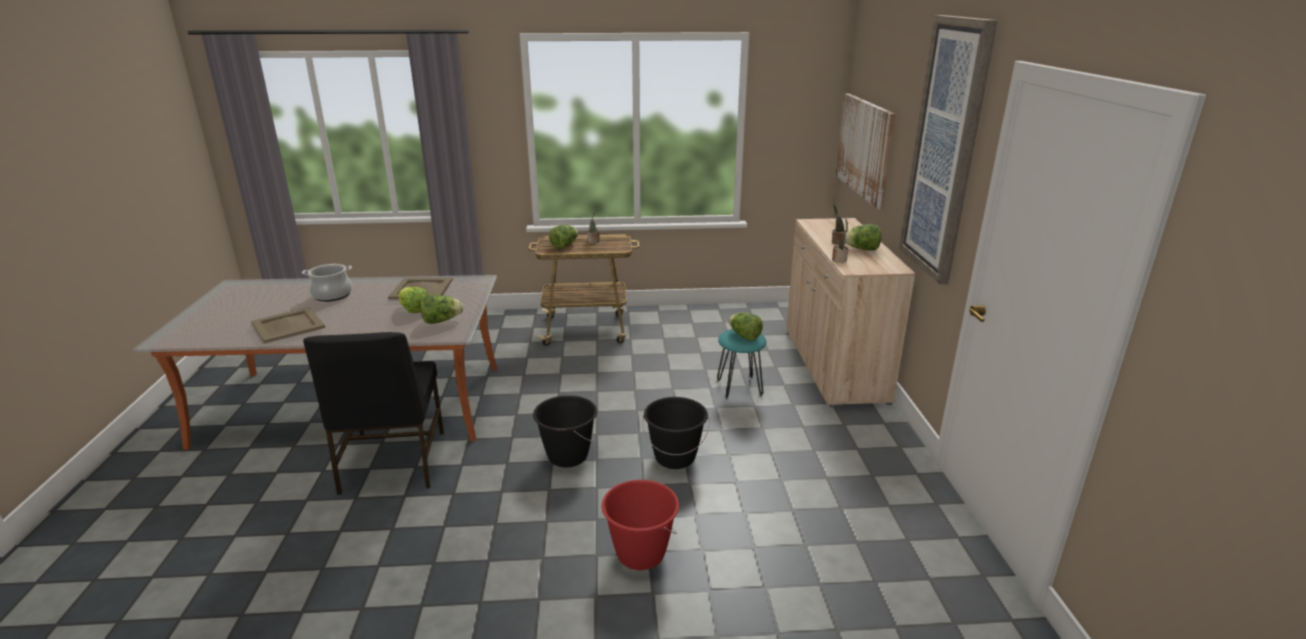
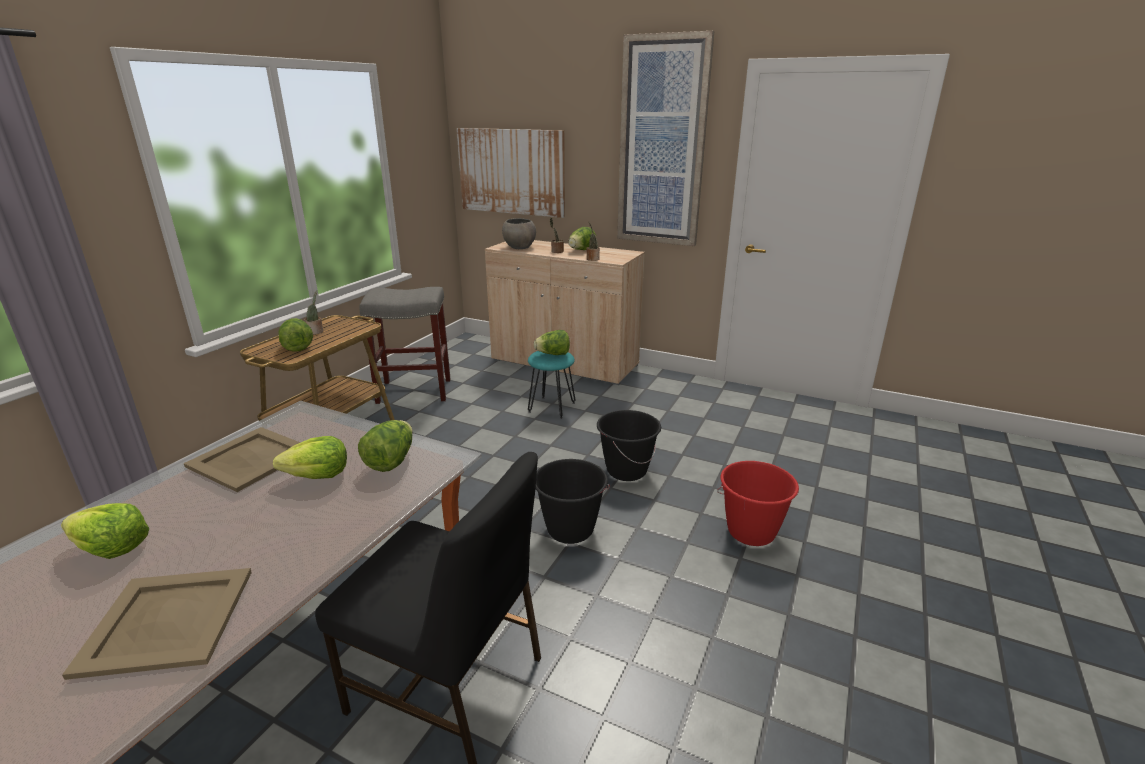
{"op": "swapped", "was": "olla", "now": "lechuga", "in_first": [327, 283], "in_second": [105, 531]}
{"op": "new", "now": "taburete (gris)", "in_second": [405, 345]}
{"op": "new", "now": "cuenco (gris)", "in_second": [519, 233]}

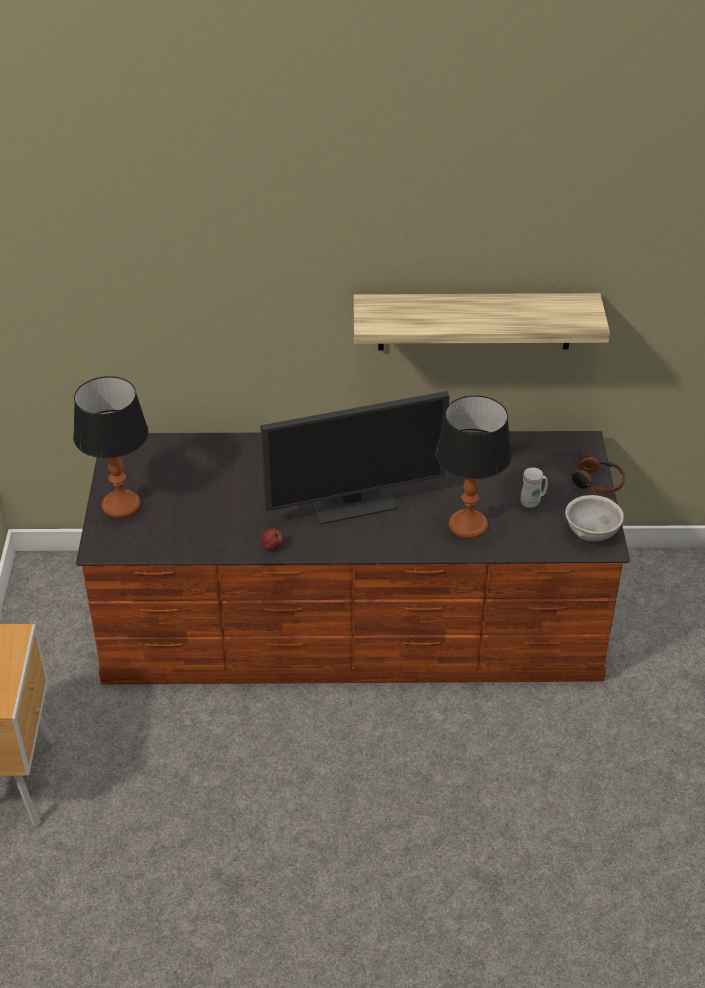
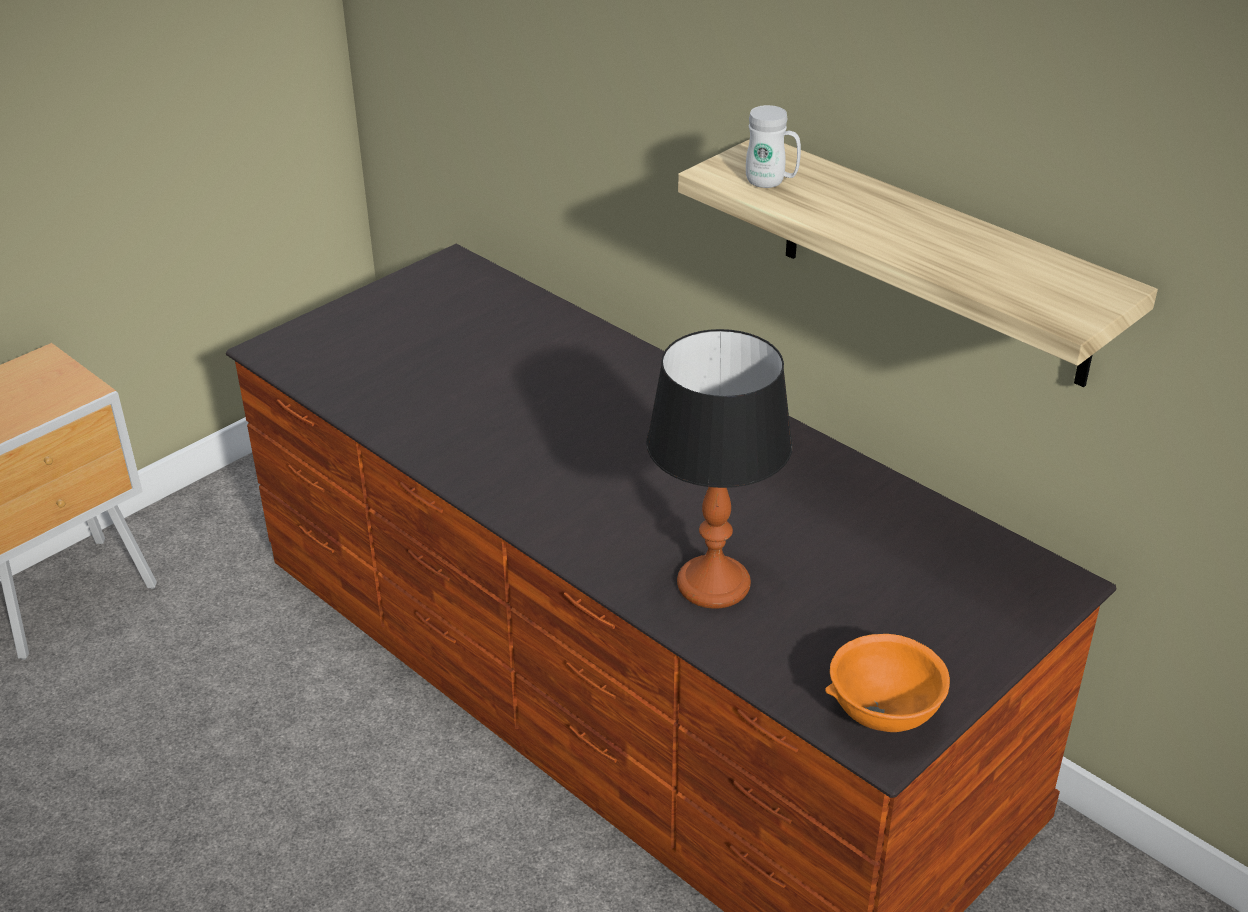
{"op": "shifted", "was": "taza grande (blanco)", "in_first": [534, 487], "in_second": [773, 146]}
{"op": "repainted", "was": "cuenco (gris)", "now": "cuenco (naranja)", "in_first": [594, 518], "in_second": [887, 683]}
{"op": "gone", "was": "lámpara de mesa", "in_first": [111, 447]}
{"op": "gone", "was": "monitor", "in_first": [354, 458]}
{"op": "gone", "was": "manzana", "in_first": [272, 539]}
{"op": "gone", "was": "auriculares", "in_first": [597, 474]}

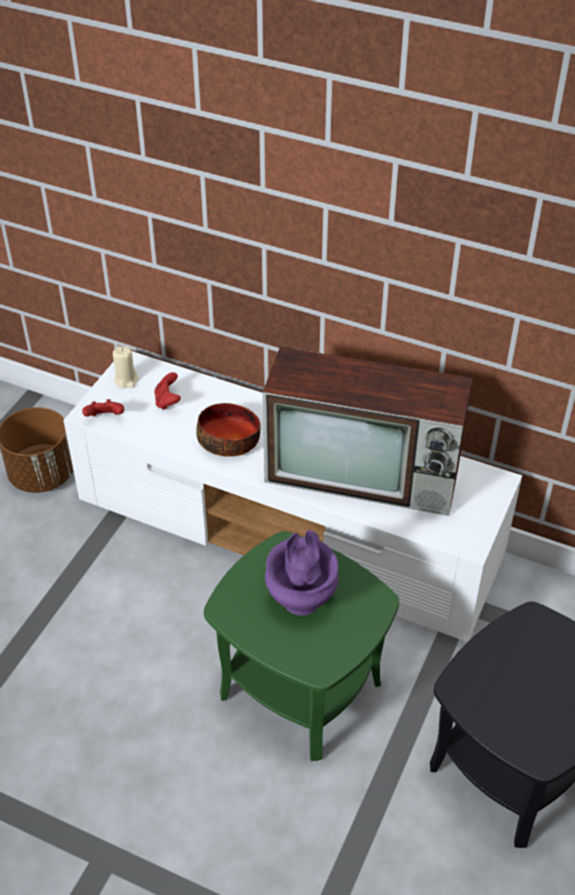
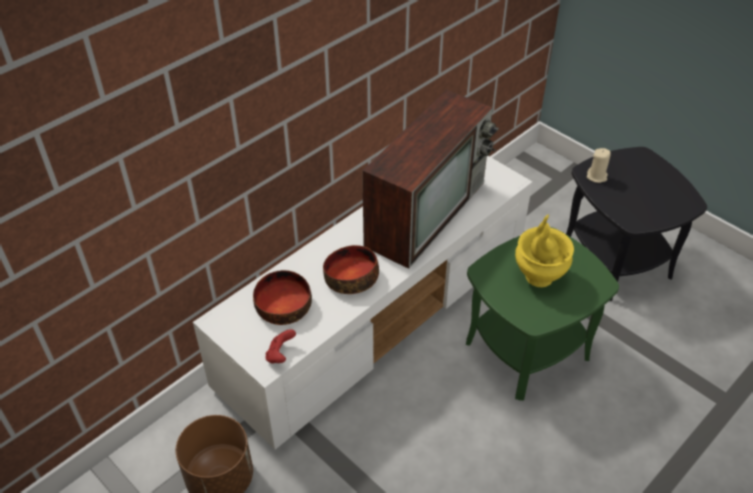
{"op": "swapped", "was": "mando de consola (rojo)", "now": "cuenco", "in_first": [167, 391], "in_second": [282, 297]}
{"op": "repainted", "was": "florero (morado)", "now": "florero (amarillo)", "in_first": [302, 573], "in_second": [544, 251]}
{"op": "shifted", "was": "vela (beis)", "in_first": [125, 367], "in_second": [599, 165]}

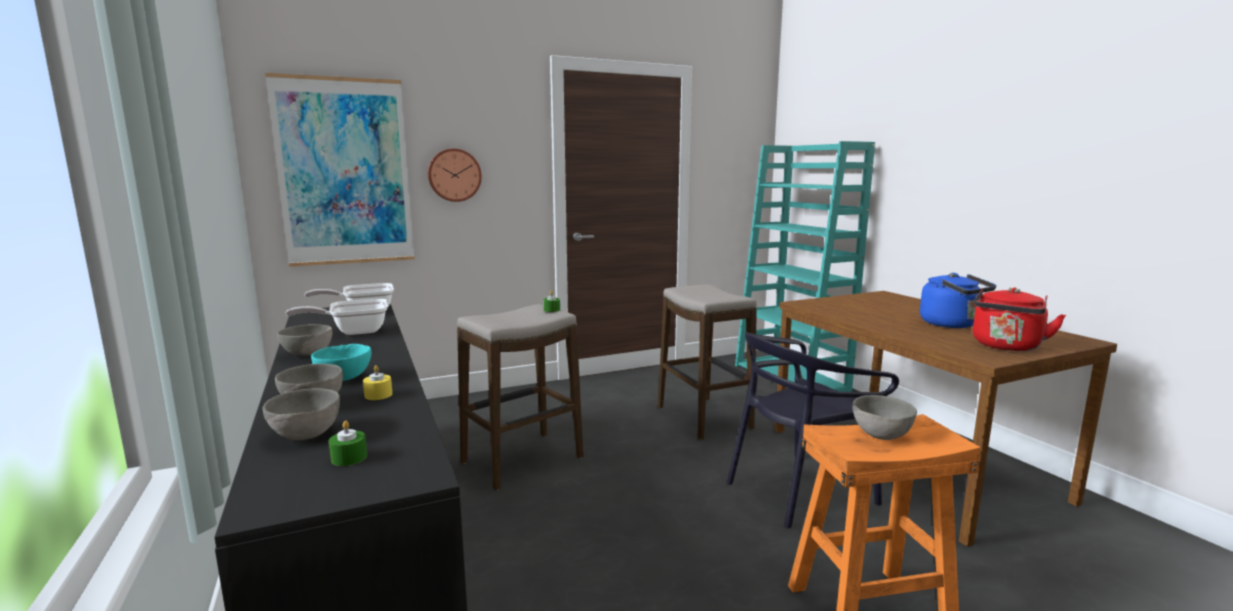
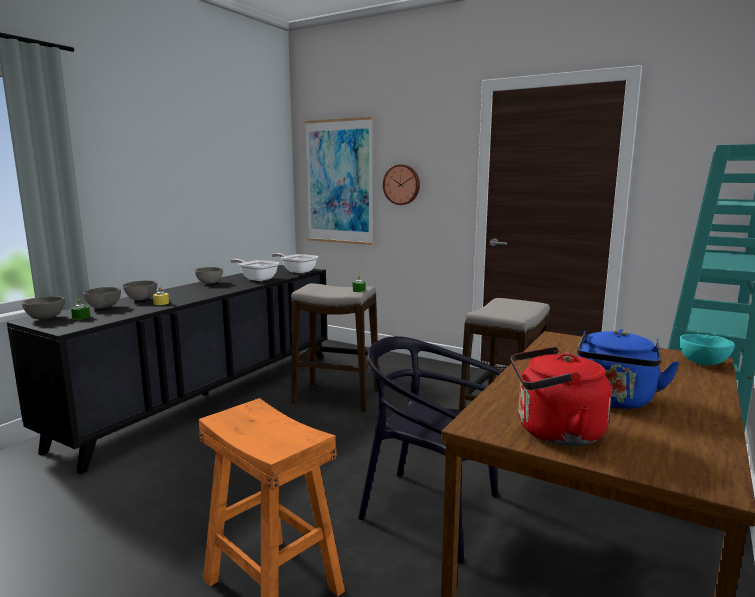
{"op": "shifted", "was": "cuenco (gris)", "in_first": [885, 417], "in_second": [43, 307]}
{"op": "shifted", "was": "cuenco (turquesa)", "in_first": [341, 362], "in_second": [707, 349]}

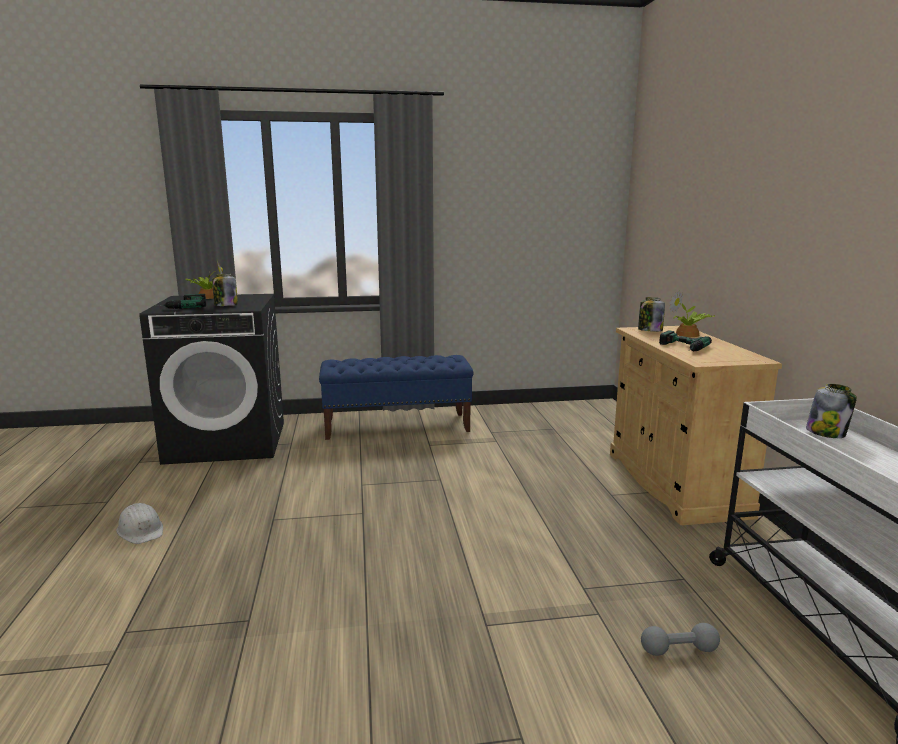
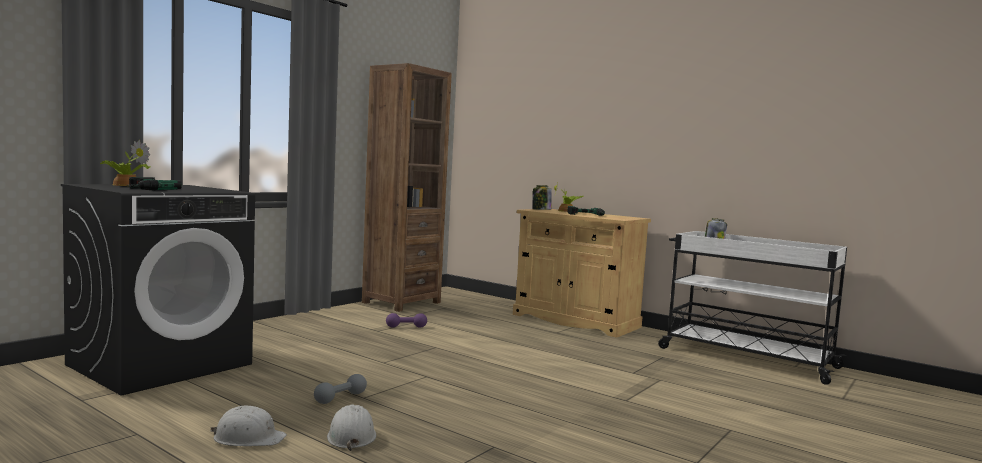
{"op": "shifted", "was": "mancuerna (gris)", "in_first": [680, 639], "in_second": [340, 389]}
{"op": "new", "now": "casco (blanco)", "in_second": [351, 427]}
{"op": "new", "now": "estantería (marrón)", "in_second": [407, 187]}
{"op": "new", "now": "mancuerna (morado)", "in_second": [406, 320]}
{"op": "gone", "was": "tarro", "in_first": [225, 290]}
{"op": "gone", "was": "banco (azul)", "in_first": [396, 397]}

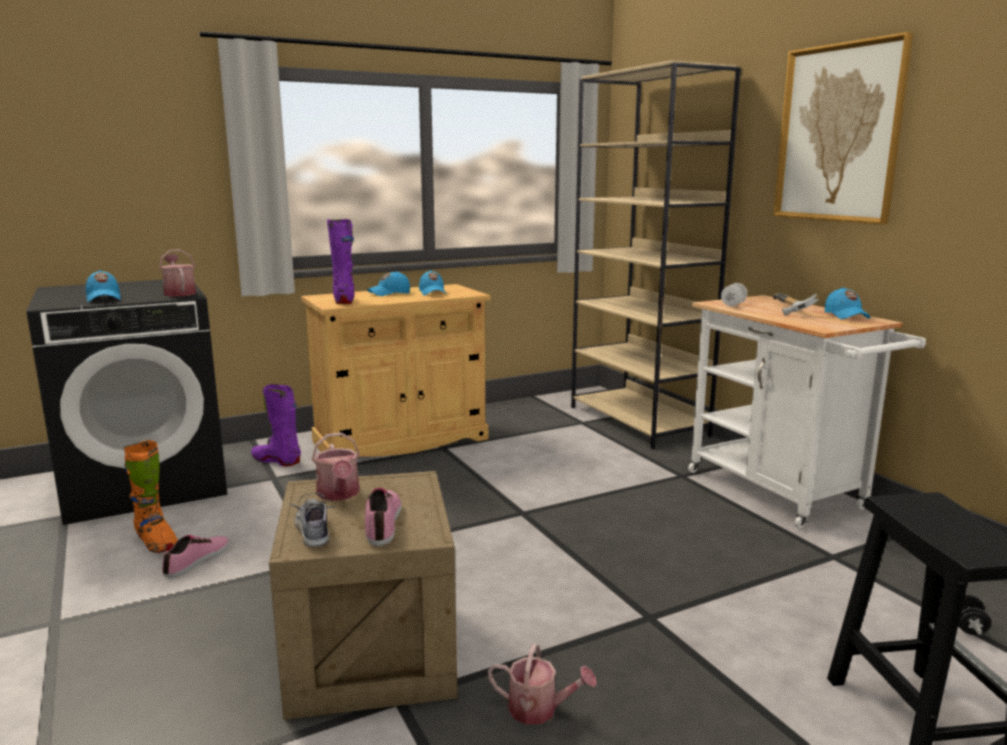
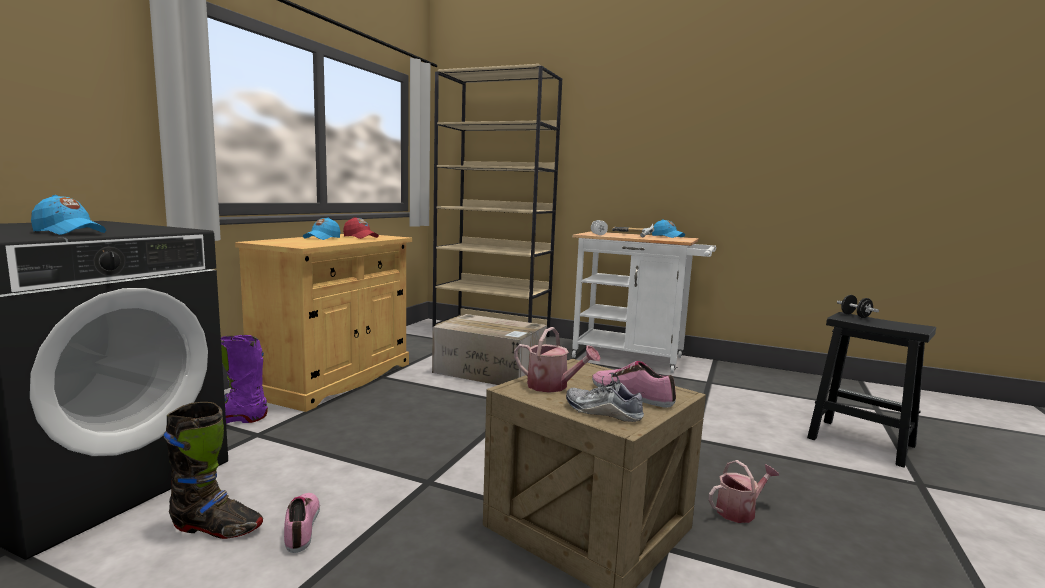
{"op": "repainted", "was": "bota (naranja)", "now": "bota (negro)", "in_first": [151, 496], "in_second": [213, 470]}
{"op": "repainted", "was": "gorra (azul)", "now": "gorra (rojo)", "in_first": [433, 283], "in_second": [361, 228]}
{"op": "new", "now": "caja de cartón", "in_second": [489, 349]}
{"op": "shifted", "was": "mancuerna (negro)", "in_first": [974, 615], "in_second": [858, 306]}
{"op": "gone", "was": "regadera", "in_first": [177, 273]}
{"op": "gone", "was": "bota (morado)", "in_first": [341, 261]}
{"op": "gone", "was": "cuadro", "in_first": [843, 128]}

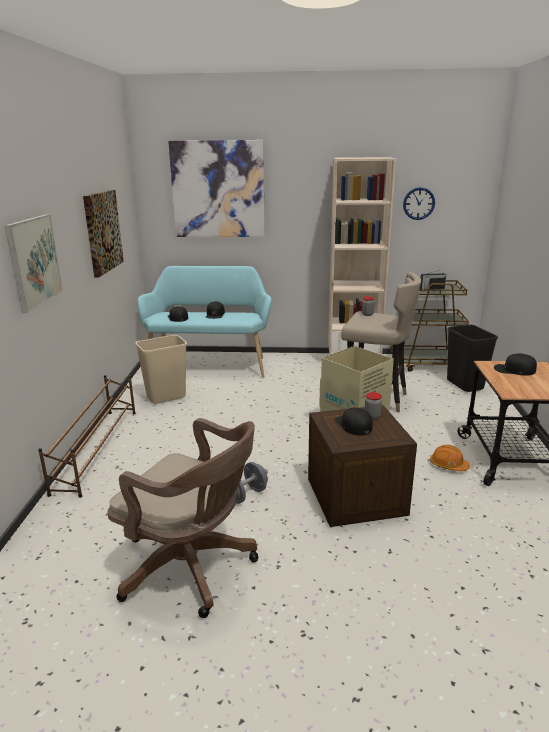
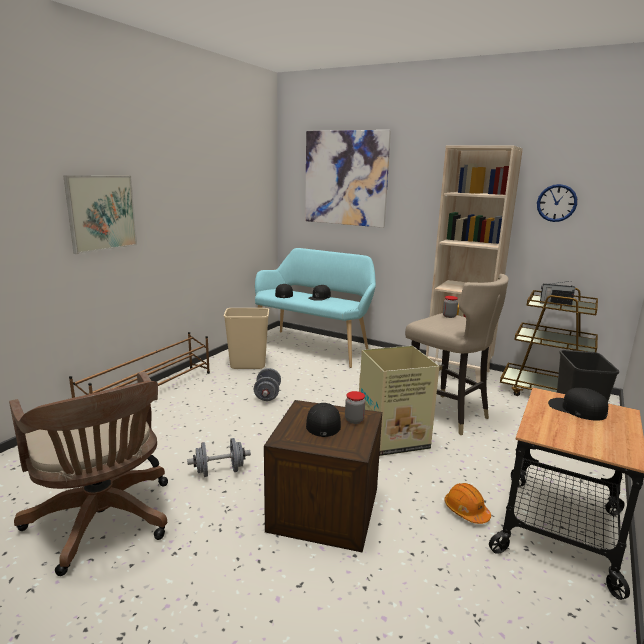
{"op": "new", "now": "mancuerna (gris)", "in_second": [267, 384]}
{"op": "gone", "was": "cuadro", "in_first": [103, 233]}

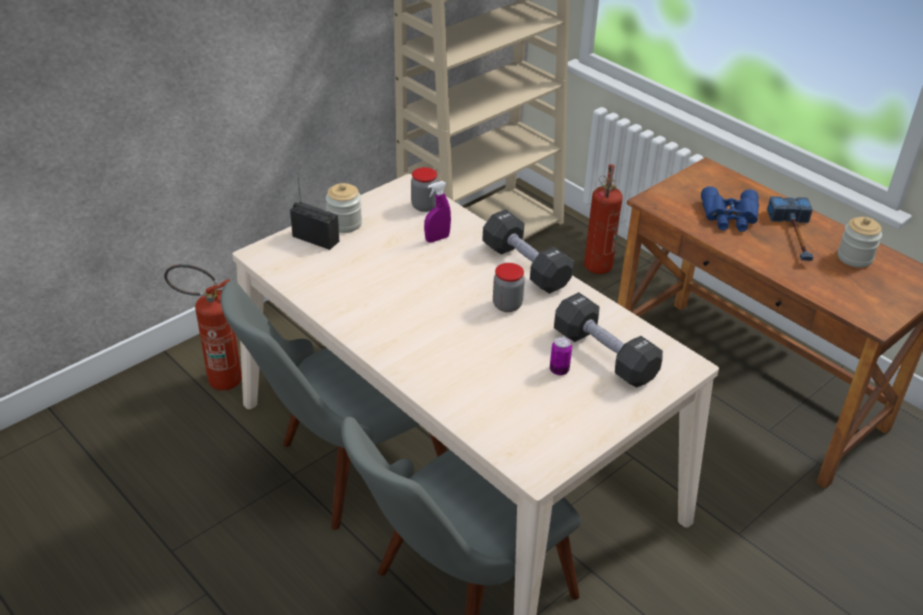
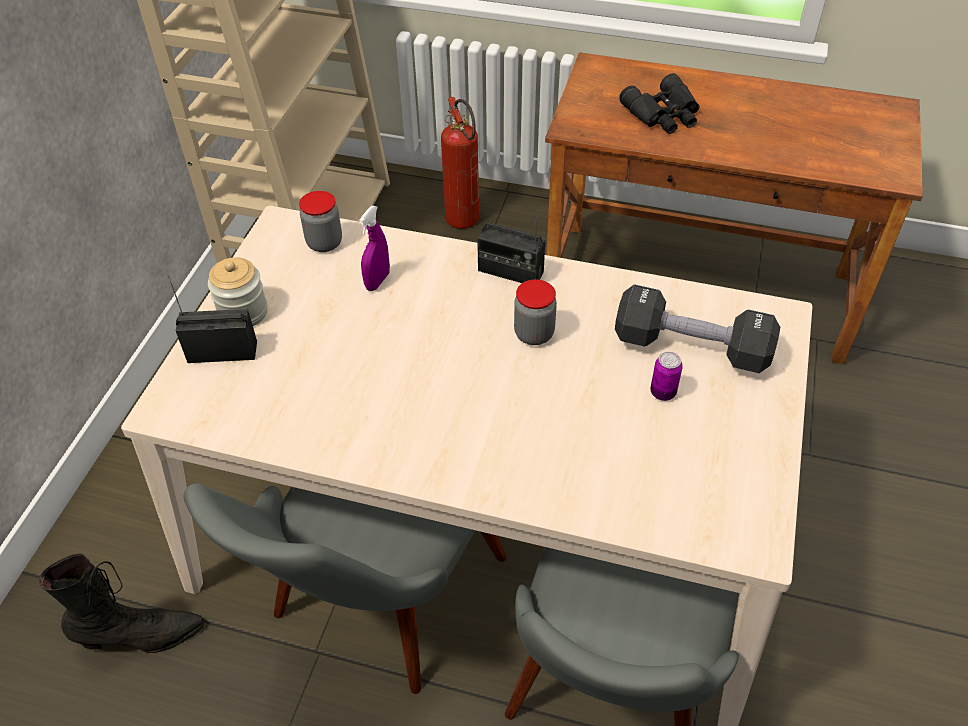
{"op": "new", "now": "bota (negro)", "in_second": [122, 603]}
{"op": "swapped", "was": "mancuerna (negro)", "now": "radio", "in_first": [528, 251], "in_second": [511, 247]}
{"op": "repainted", "was": "prismáticos (azul)", "now": "prismáticos (negro)", "in_first": [730, 209], "in_second": [659, 103]}
{"op": "gone", "was": "extintor", "in_first": [203, 327]}
{"op": "gone", "was": "martillo", "in_first": [790, 228]}
{"op": "gone", "was": "tarro", "in_first": [860, 242]}

